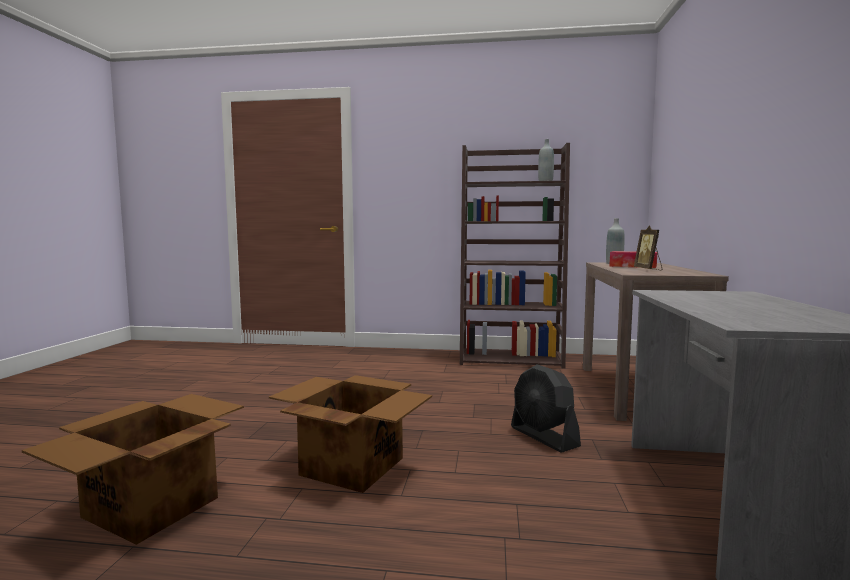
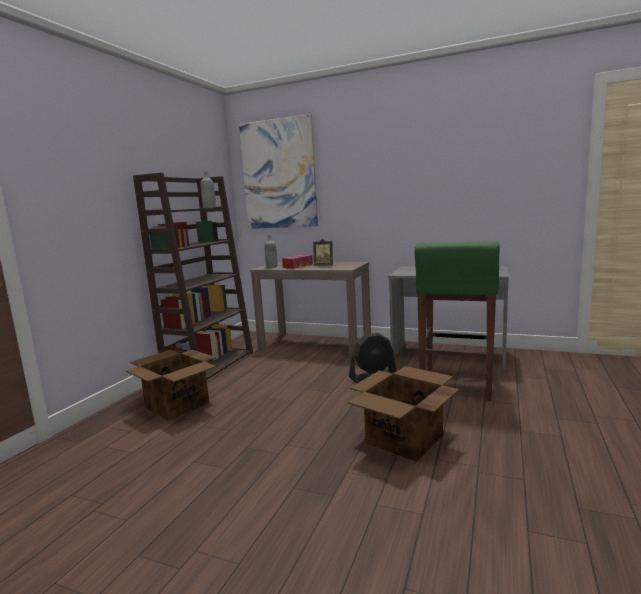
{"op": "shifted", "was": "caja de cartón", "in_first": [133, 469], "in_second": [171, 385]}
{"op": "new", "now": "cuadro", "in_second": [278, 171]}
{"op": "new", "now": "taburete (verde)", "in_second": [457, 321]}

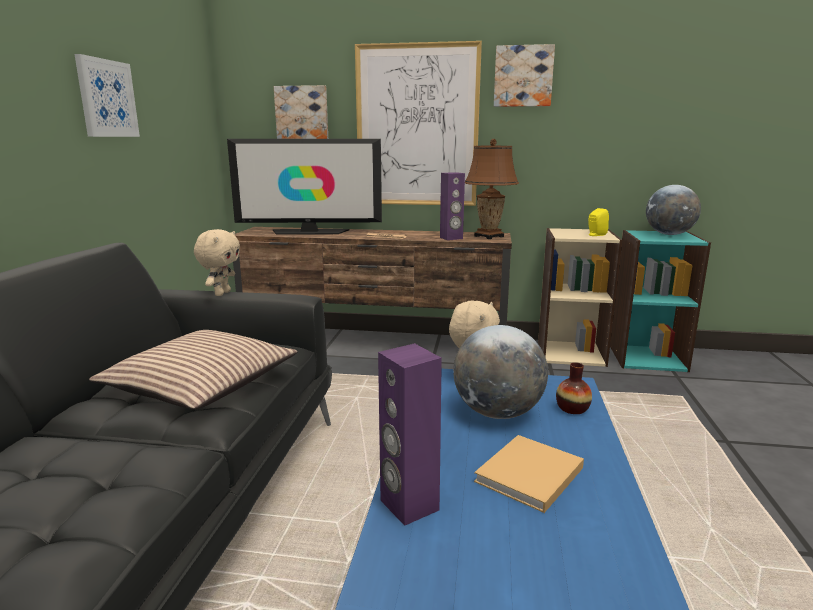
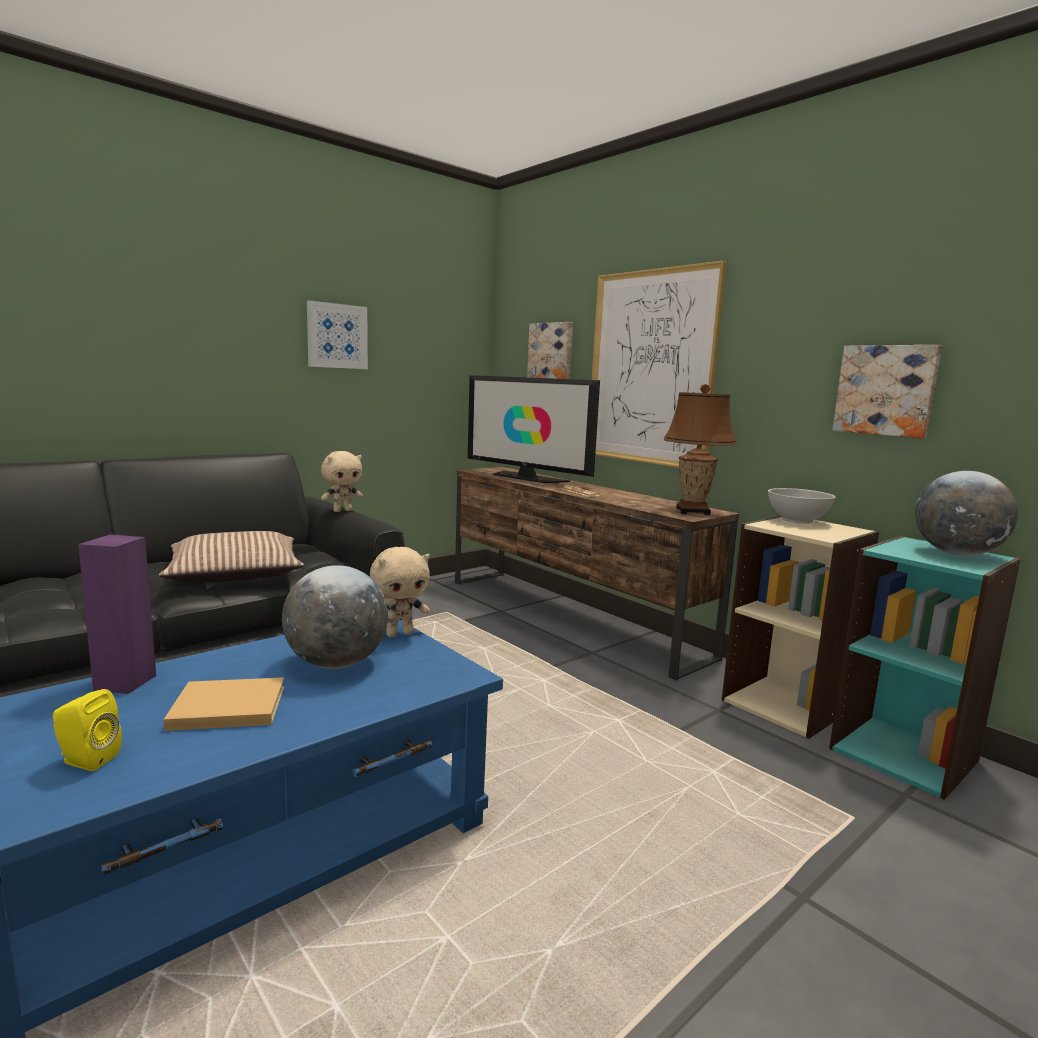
{"op": "shifted", "was": "altavoz (amarillo)", "in_first": [598, 222], "in_second": [87, 730]}
{"op": "new", "now": "cuenco (blanco)", "in_second": [802, 506]}
{"op": "shifted", "was": "cuadro", "in_first": [524, 75], "in_second": [887, 391]}
{"op": "gone", "was": "altavoz (morado)", "in_first": [452, 206]}
{"op": "gone", "was": "florero", "in_first": [574, 388]}

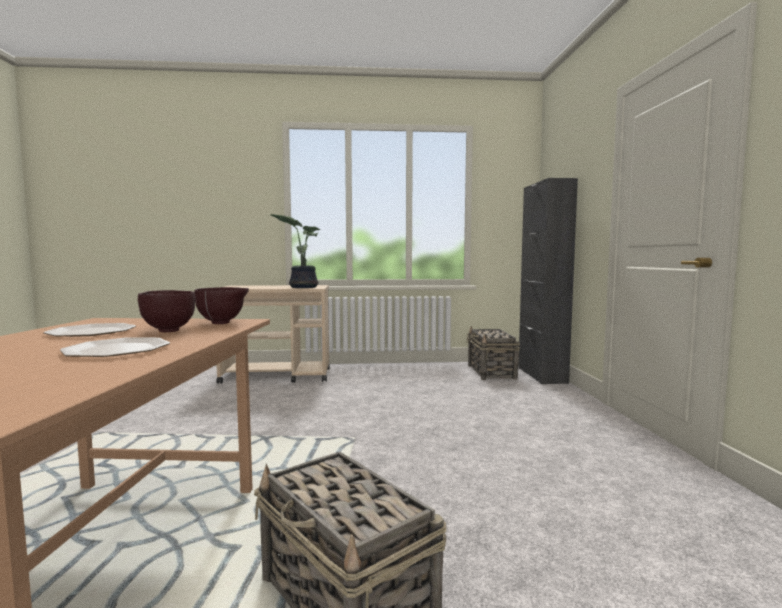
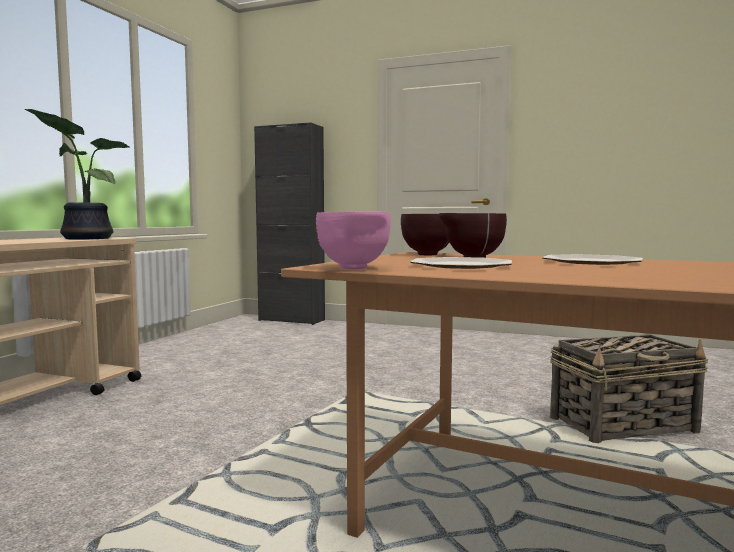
{"op": "new", "now": "cuenco (rosa)", "in_second": [353, 240]}
{"op": "gone", "was": "cesta", "in_first": [493, 353]}

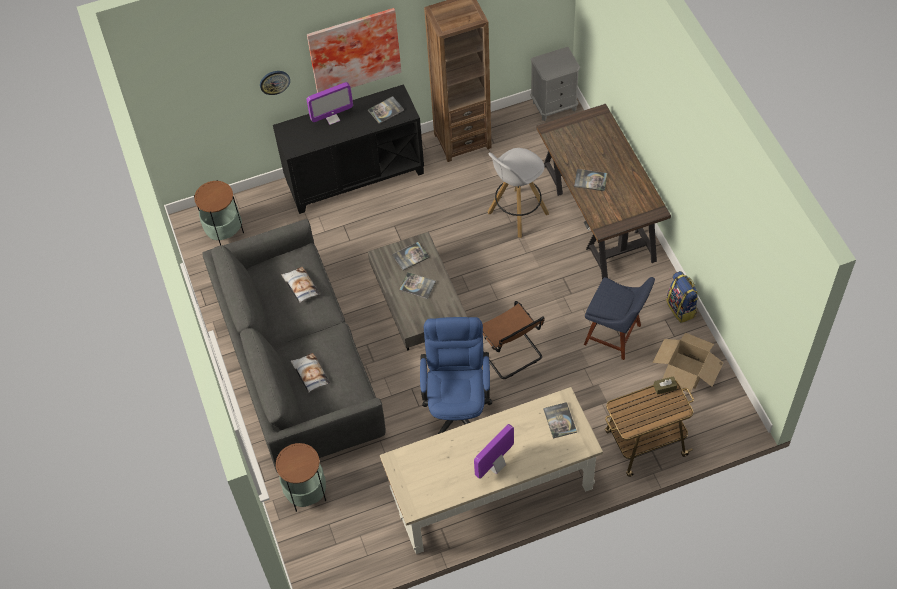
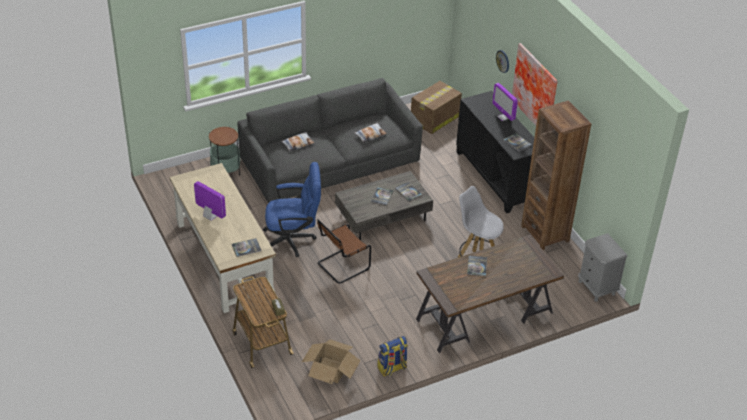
{"op": "swapped", "was": "mesa auxiliar", "now": "caja de cartón", "in_first": [219, 213], "in_second": [436, 107]}
{"op": "gone", "was": "silla (azul)", "in_first": [619, 318]}

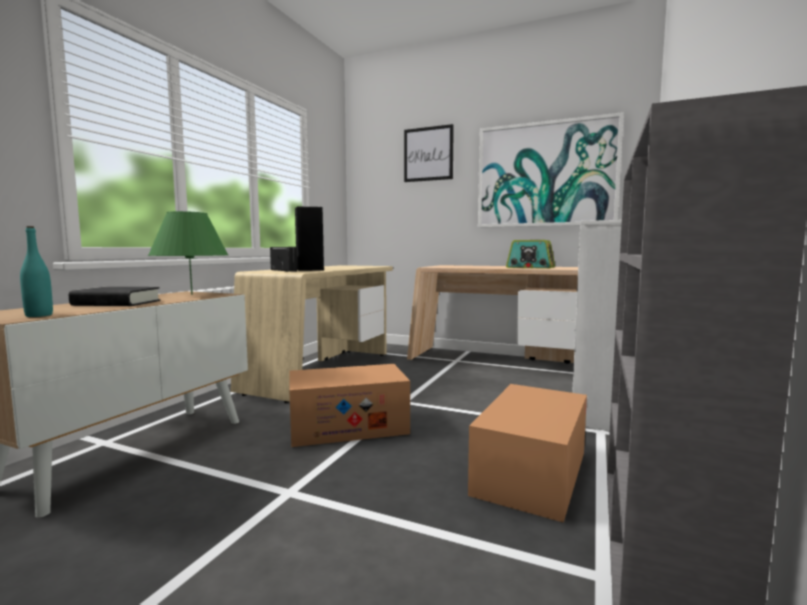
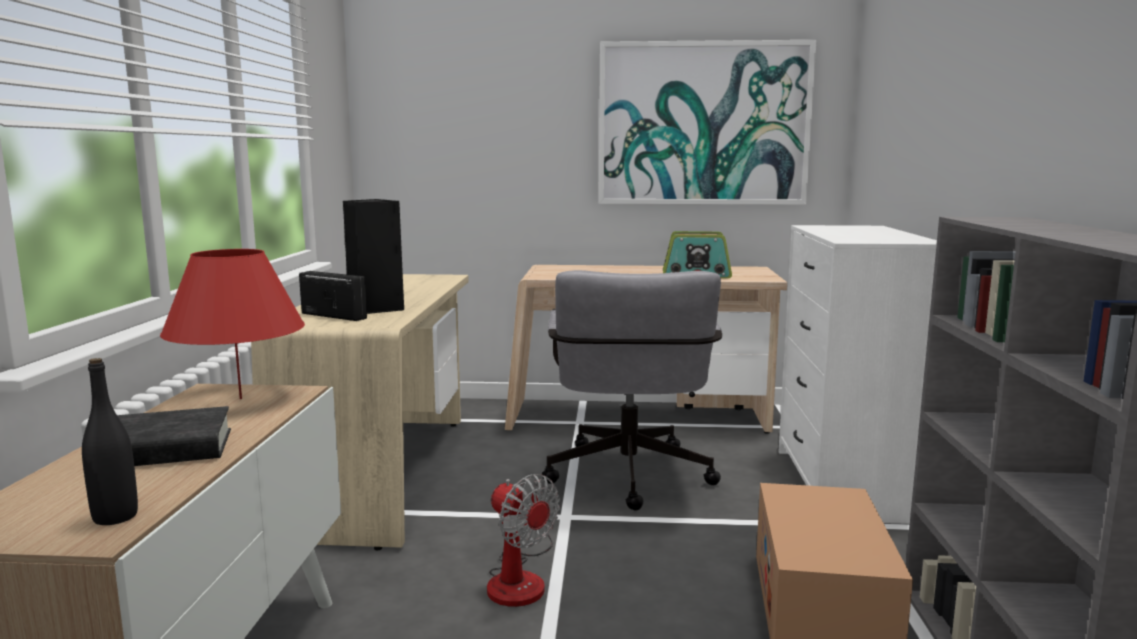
{"op": "repainted", "was": "botella (turquesa)", "now": "botella (negro)", "in_first": [36, 271], "in_second": [110, 441]}
{"op": "repainted", "was": "lámpara de mesa (verde)", "now": "lámpara de mesa (rojo)", "in_first": [188, 253], "in_second": [232, 324]}
{"op": "swapped", "was": "caja de cartón", "now": "ventilador", "in_first": [349, 405], "in_second": [523, 540]}
{"op": "new", "now": "silla de oficina (gris)", "in_second": [632, 390]}
{"op": "gone", "was": "cuadro", "in_first": [429, 153]}

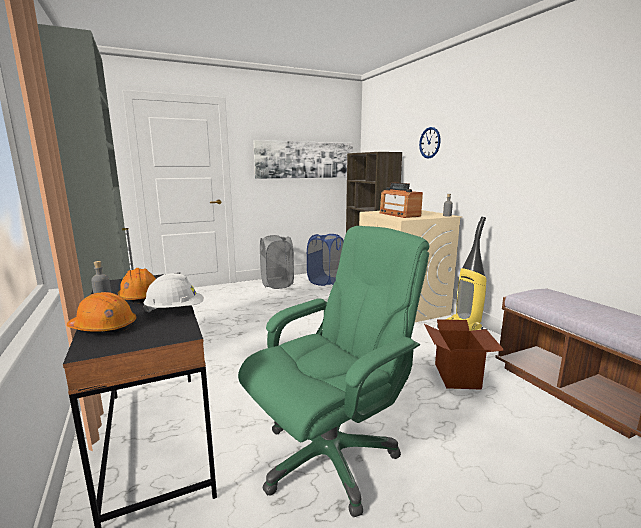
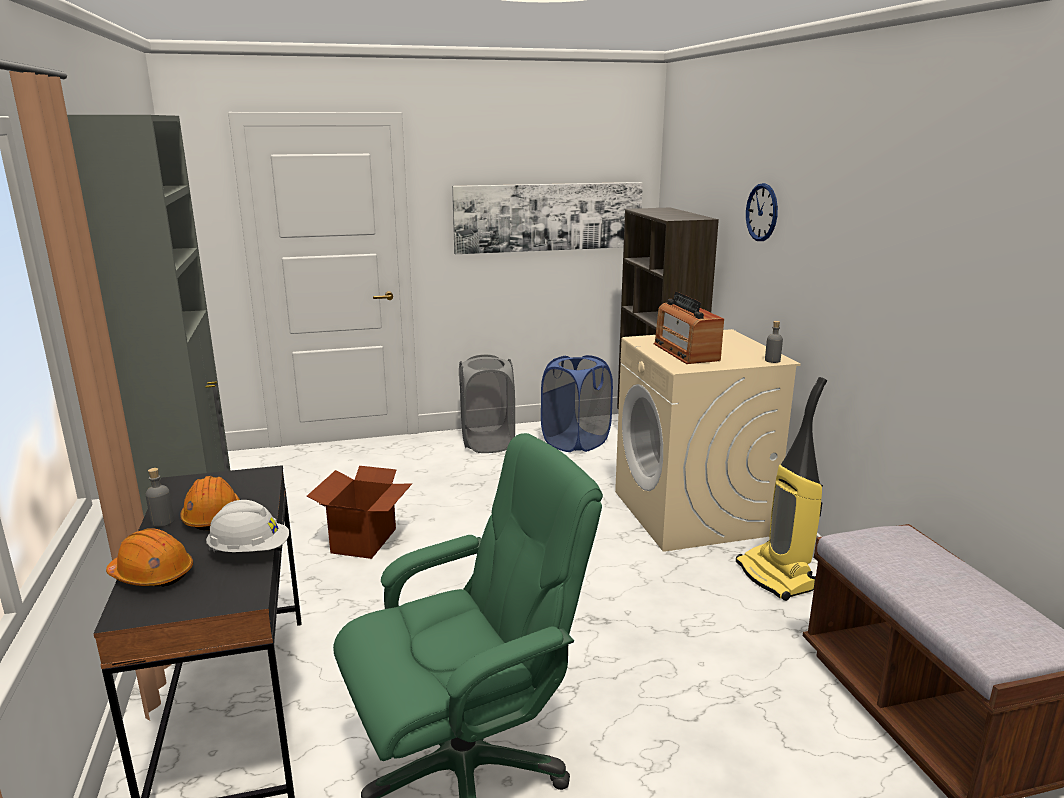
{"op": "shifted", "was": "caja de cartón", "in_first": [464, 354], "in_second": [359, 512]}

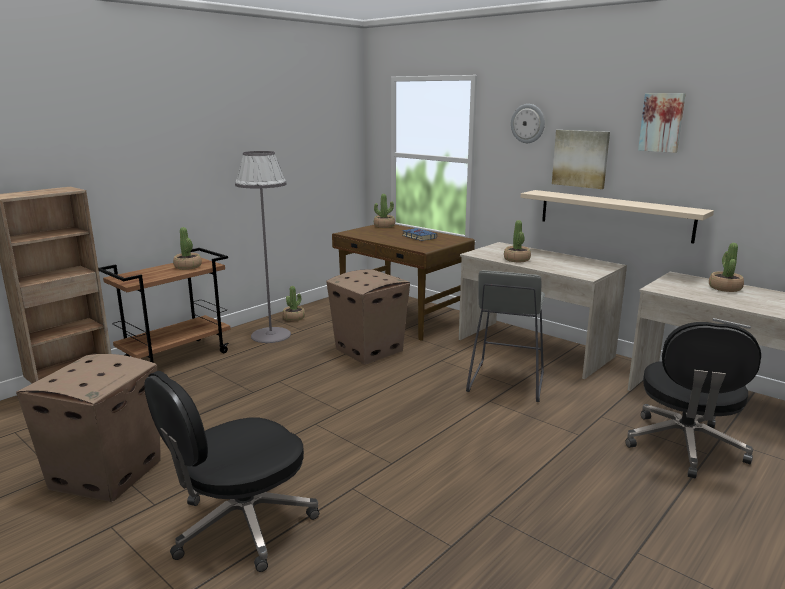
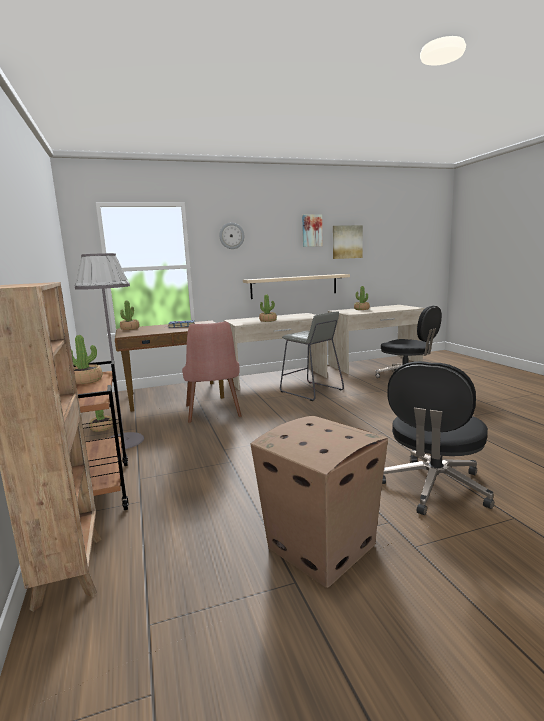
{"op": "swapped", "was": "caja de cartón", "now": "silla (rosa)", "in_first": [368, 317], "in_second": [212, 372]}
{"op": "shifted", "was": "cuadro", "in_first": [581, 159], "in_second": [348, 242]}
{"op": "rotated", "was": "silla de oficina (negro)", "in_first": [231, 471], "in_second": [438, 438], "clockwise": 45}

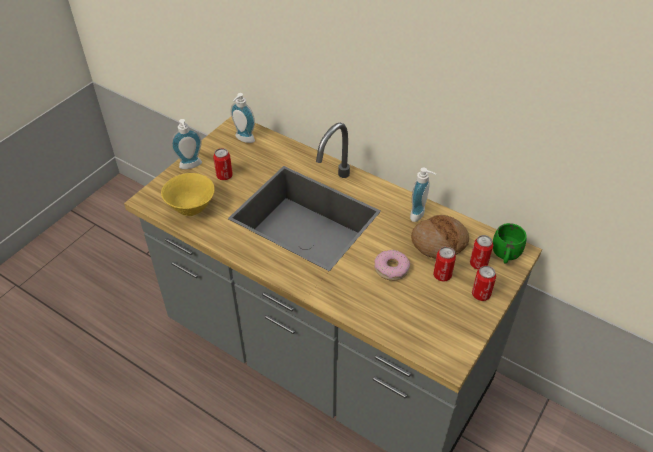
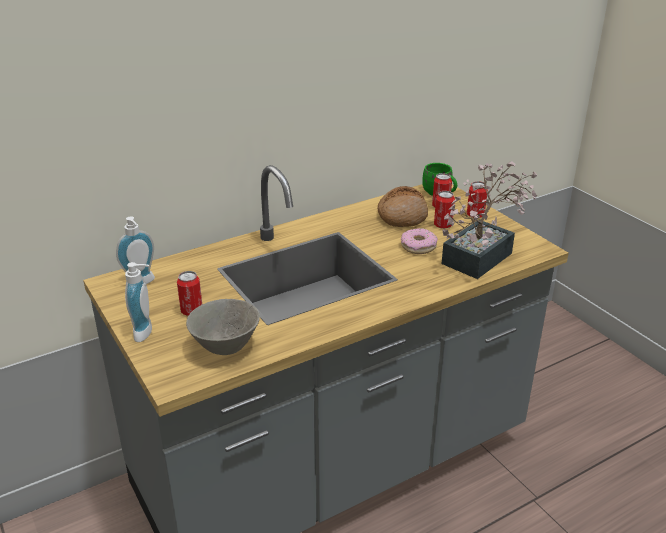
{"op": "repainted", "was": "cuenco (amarillo)", "now": "cuenco (gris)", "in_first": [188, 194], "in_second": [223, 327]}
{"op": "new", "now": "planta en maceta", "in_second": [489, 220]}
{"op": "gone", "was": "dispensador de jabón", "in_first": [423, 194]}

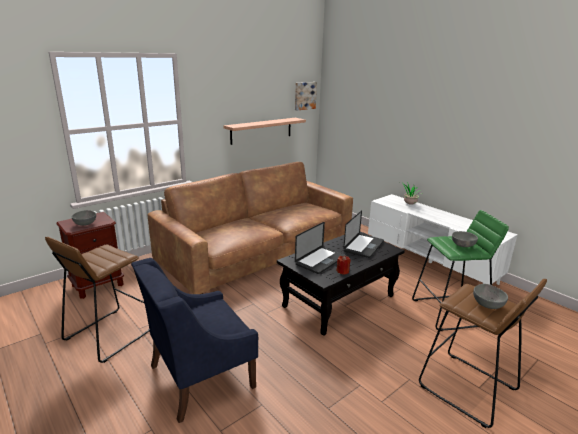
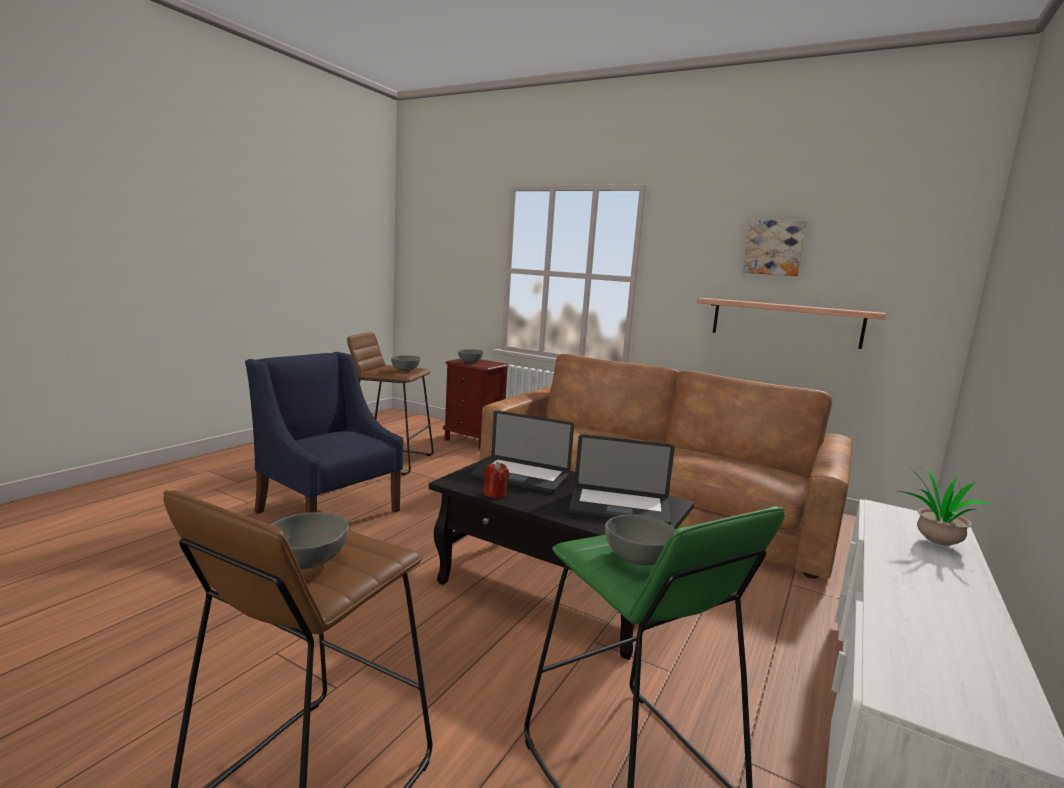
{"op": "new", "now": "cuenco (gris)", "in_second": [405, 363]}
{"op": "shifted", "was": "cuadro", "in_first": [306, 96], "in_second": [775, 248]}

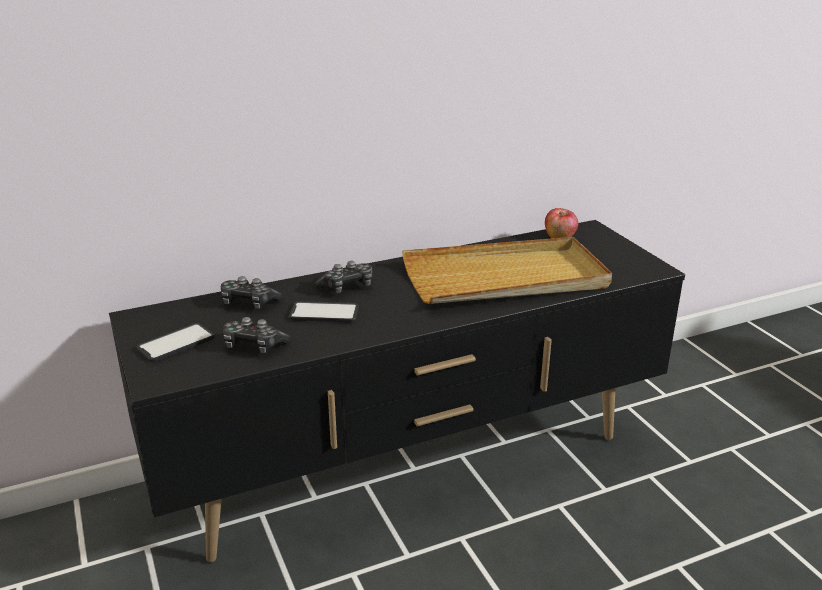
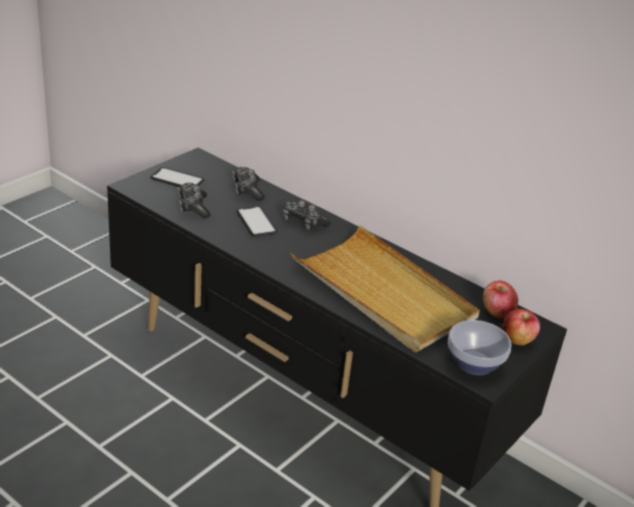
{"op": "new", "now": "cuenco", "in_second": [479, 348]}
{"op": "new", "now": "manzana", "in_second": [521, 327]}

